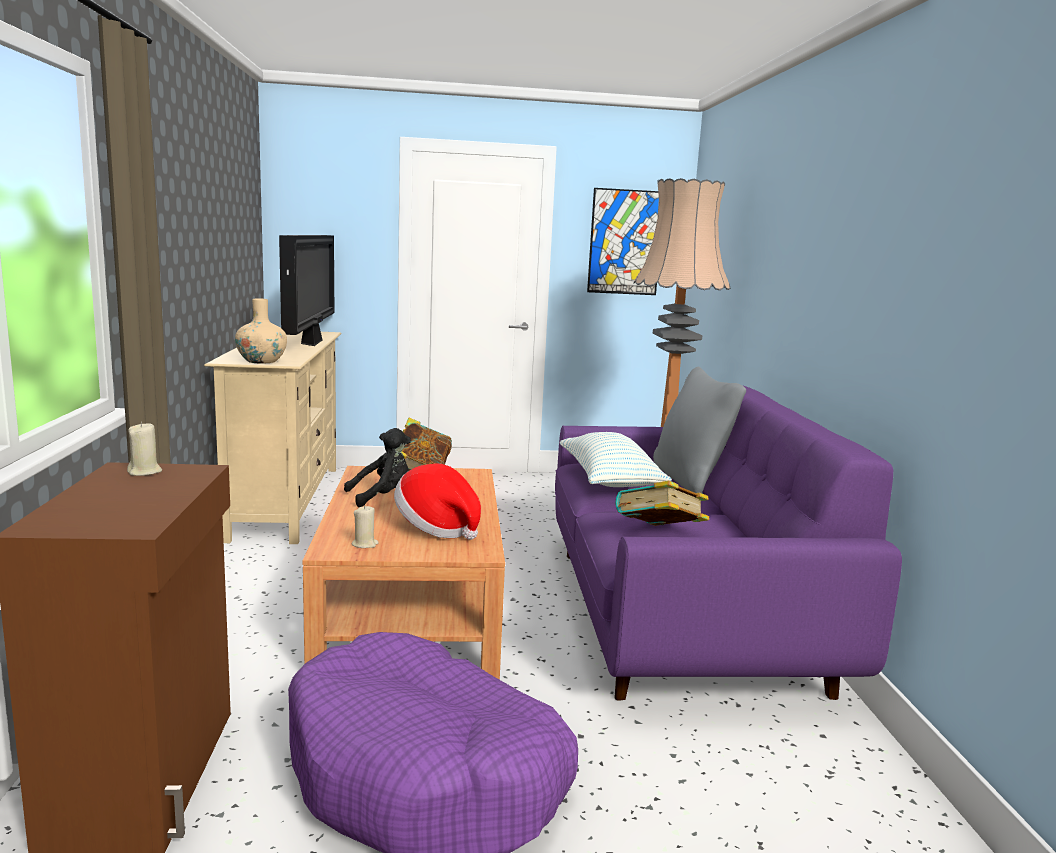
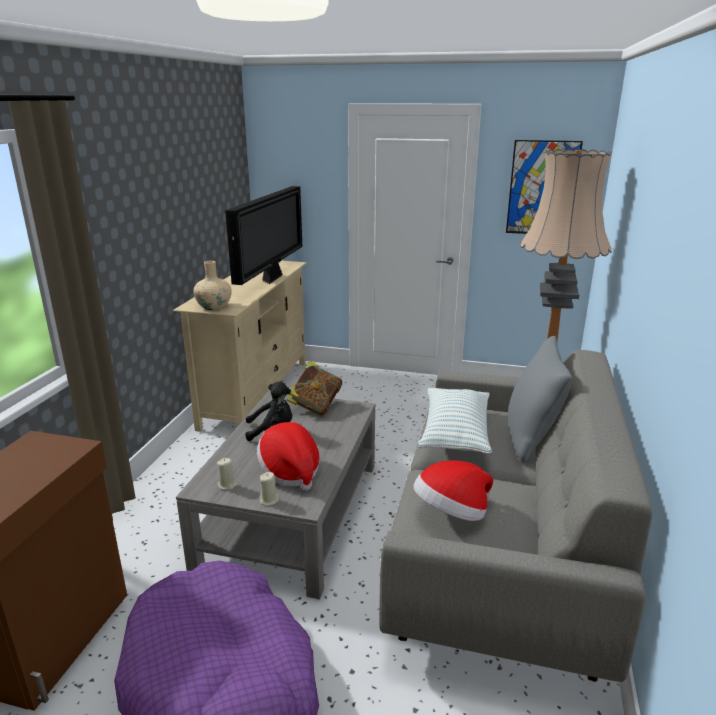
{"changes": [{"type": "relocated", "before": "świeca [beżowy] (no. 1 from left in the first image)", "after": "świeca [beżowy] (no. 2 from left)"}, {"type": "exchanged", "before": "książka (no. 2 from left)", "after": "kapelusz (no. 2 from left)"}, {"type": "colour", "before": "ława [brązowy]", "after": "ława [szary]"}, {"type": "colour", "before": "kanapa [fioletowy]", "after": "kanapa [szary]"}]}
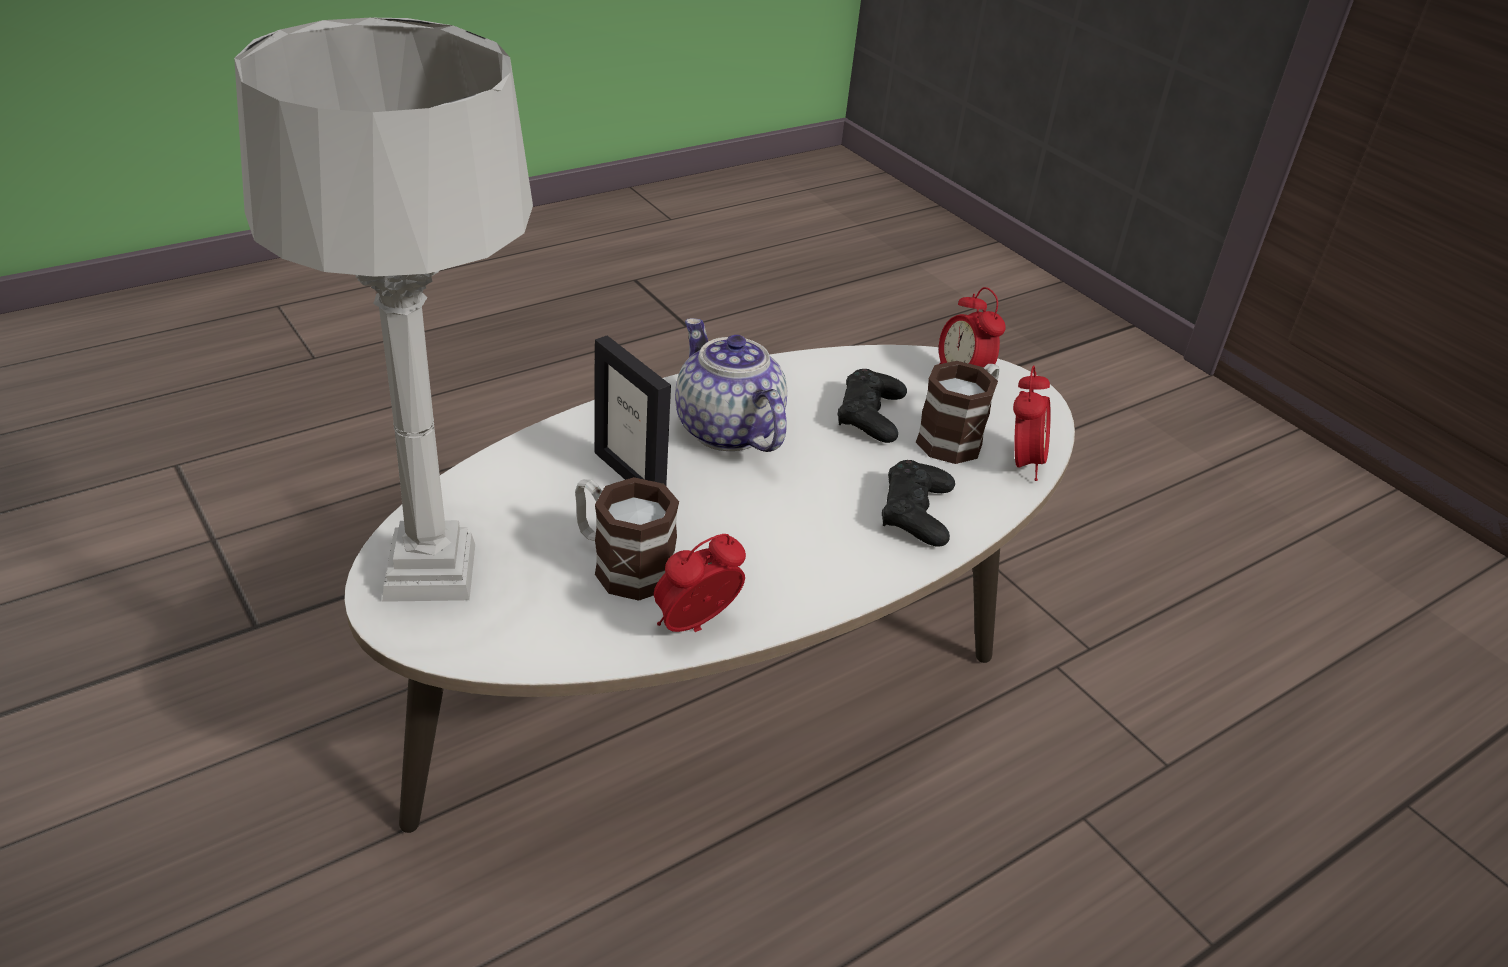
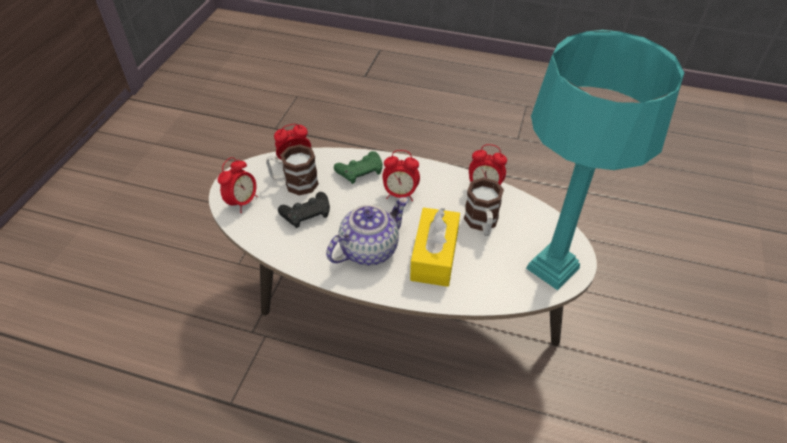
{"changes": [{"type": "appeared", "after": "budzik (no. 3 from left)"}, {"type": "exchanged", "before": "ramka na zdjęcie", "after": "pudełko chusteczek [żółty]"}, {"type": "colour", "before": "lampa stołowa [szary]", "after": "lampa stołowa [turkusowy]"}, {"type": "colour", "before": "pad do gier [czarny] (no. 2 from left)", "after": "pad do gier [zielony]"}, {"type": "spun", "before": "imbryk", "turn": -150}]}
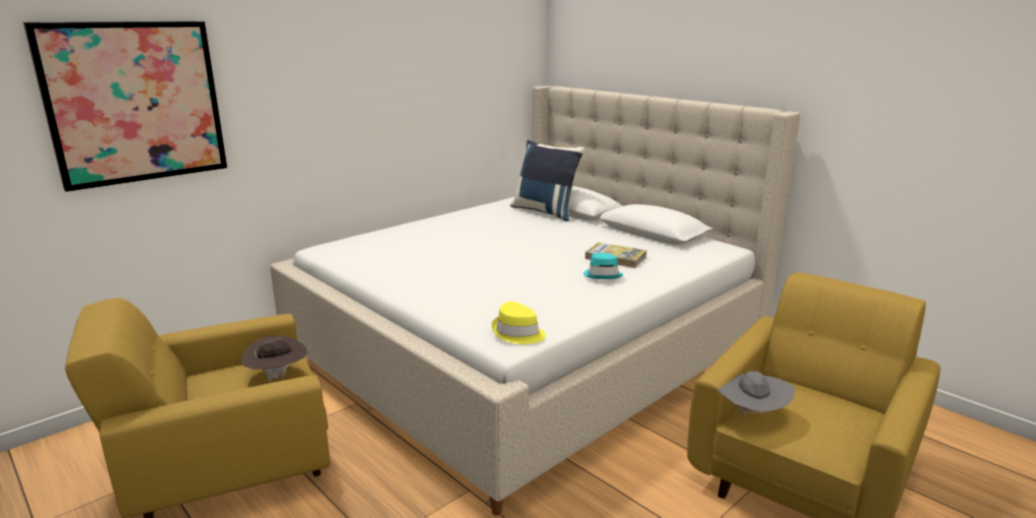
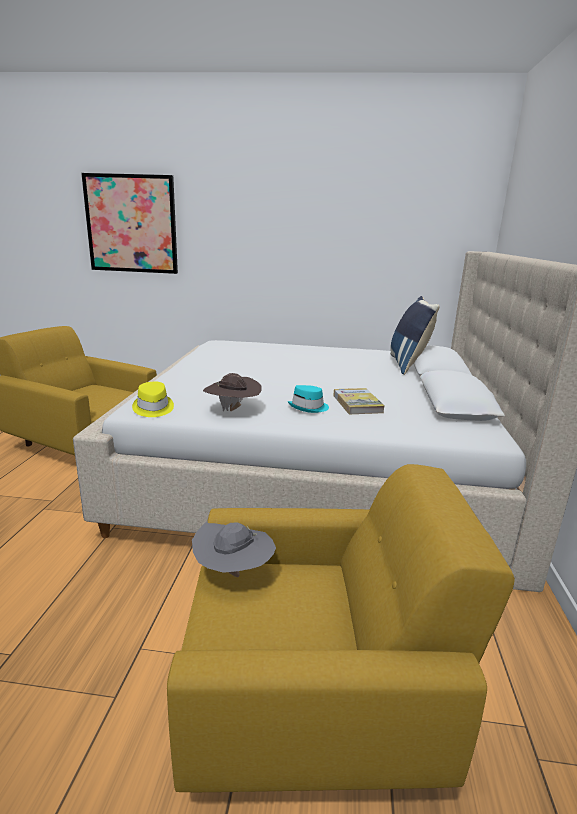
{"changes": [{"type": "relocated", "before": "kapelusz [brązowy]"}]}
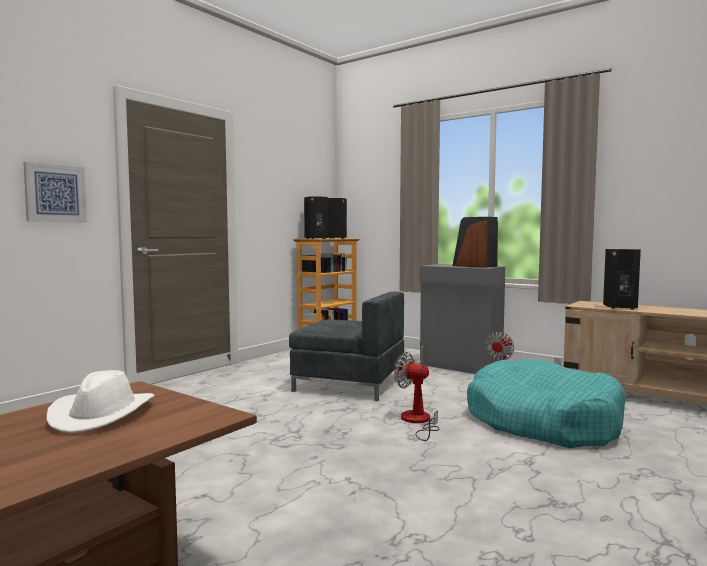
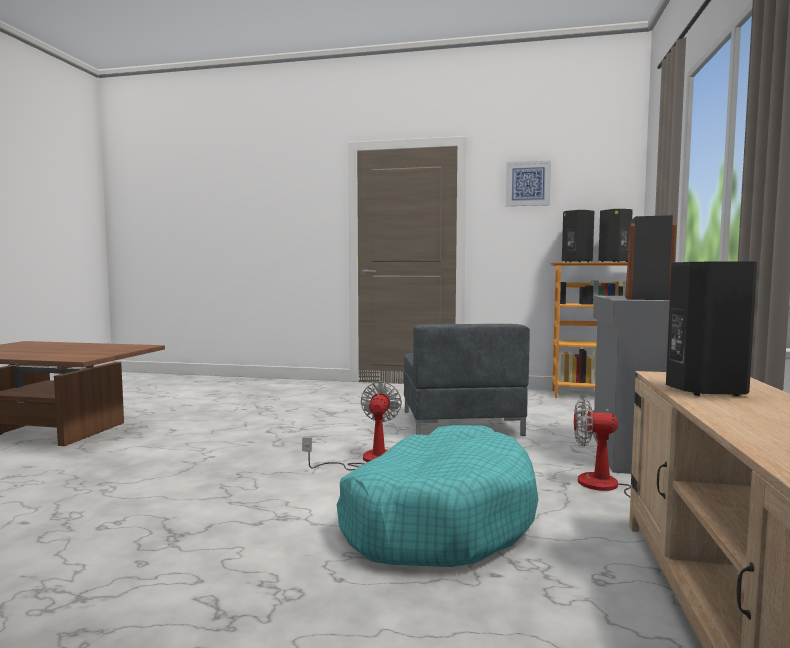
{"changes": [{"type": "missing", "before": "kapelusz [biały]"}, {"type": "relocated", "before": "obraz"}]}
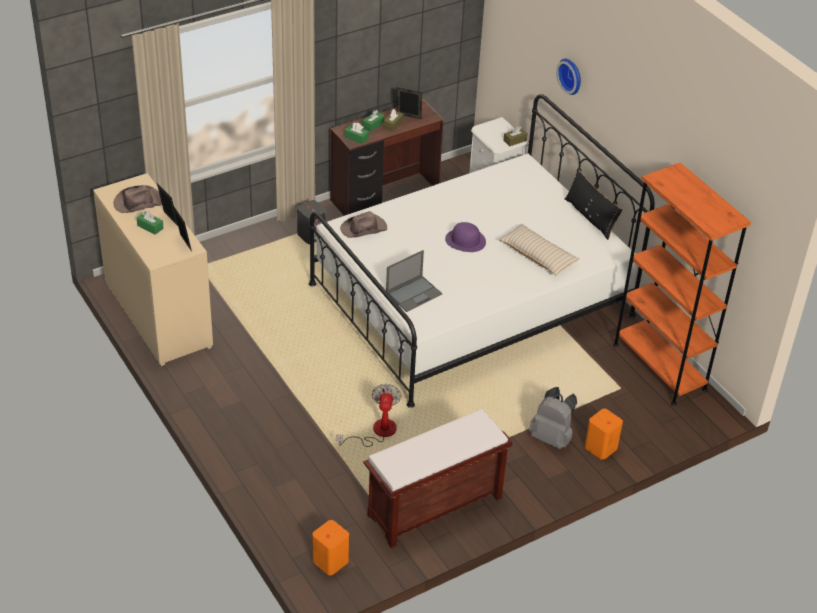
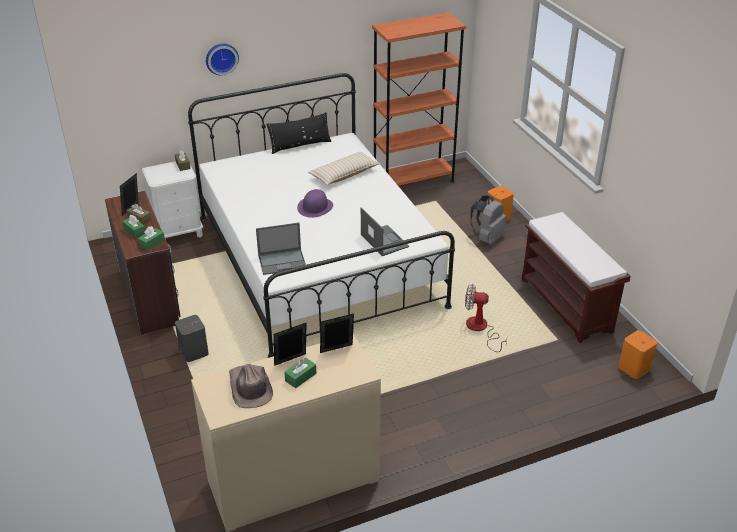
{"changes": [{"type": "exchanged", "before": "kapelusz [brązowy] (no. 2 from left)", "after": "laptop (no. 1 from left)"}]}
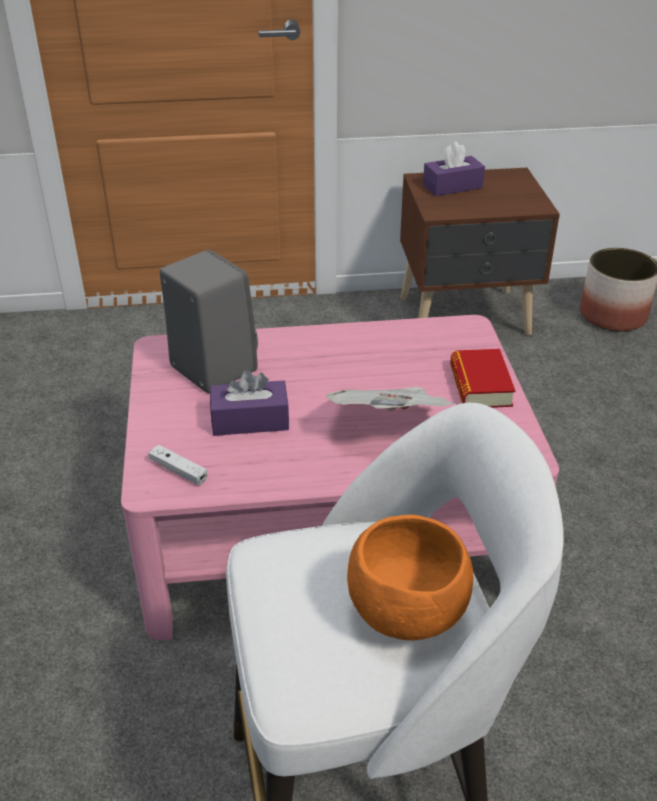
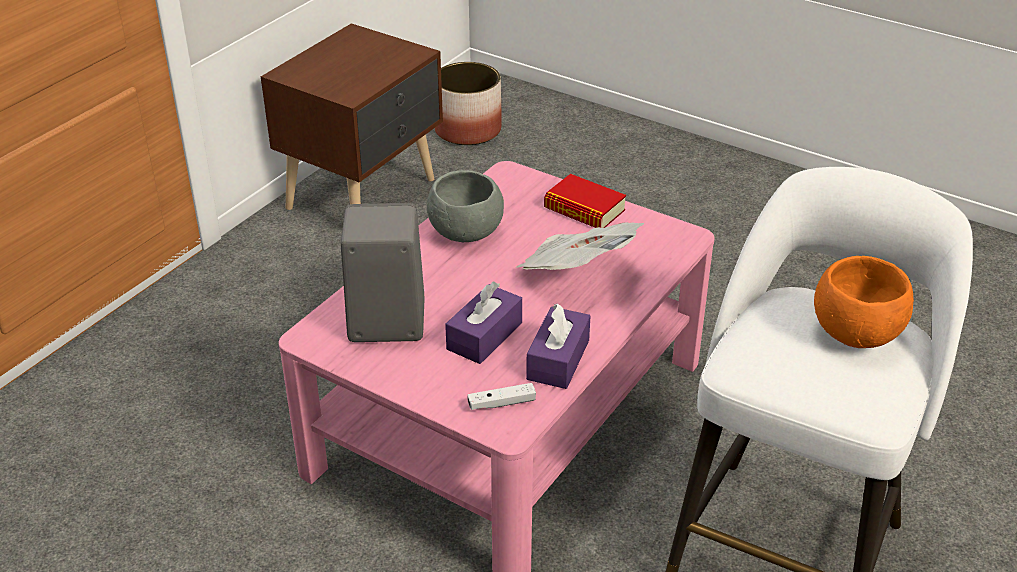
{"changes": [{"type": "appeared", "after": "miska [szary]"}, {"type": "relocated", "before": "pudełko chusteczek [fioletowy] (no. 2 from left)"}]}
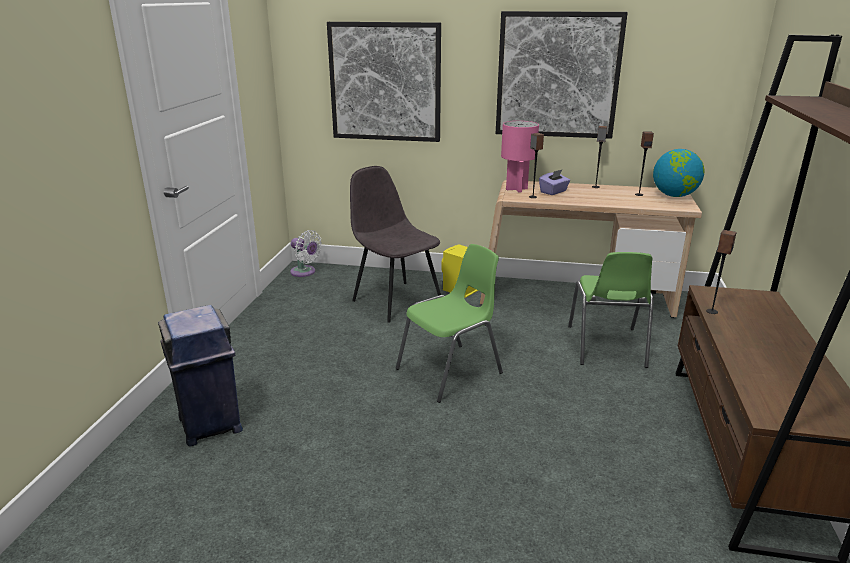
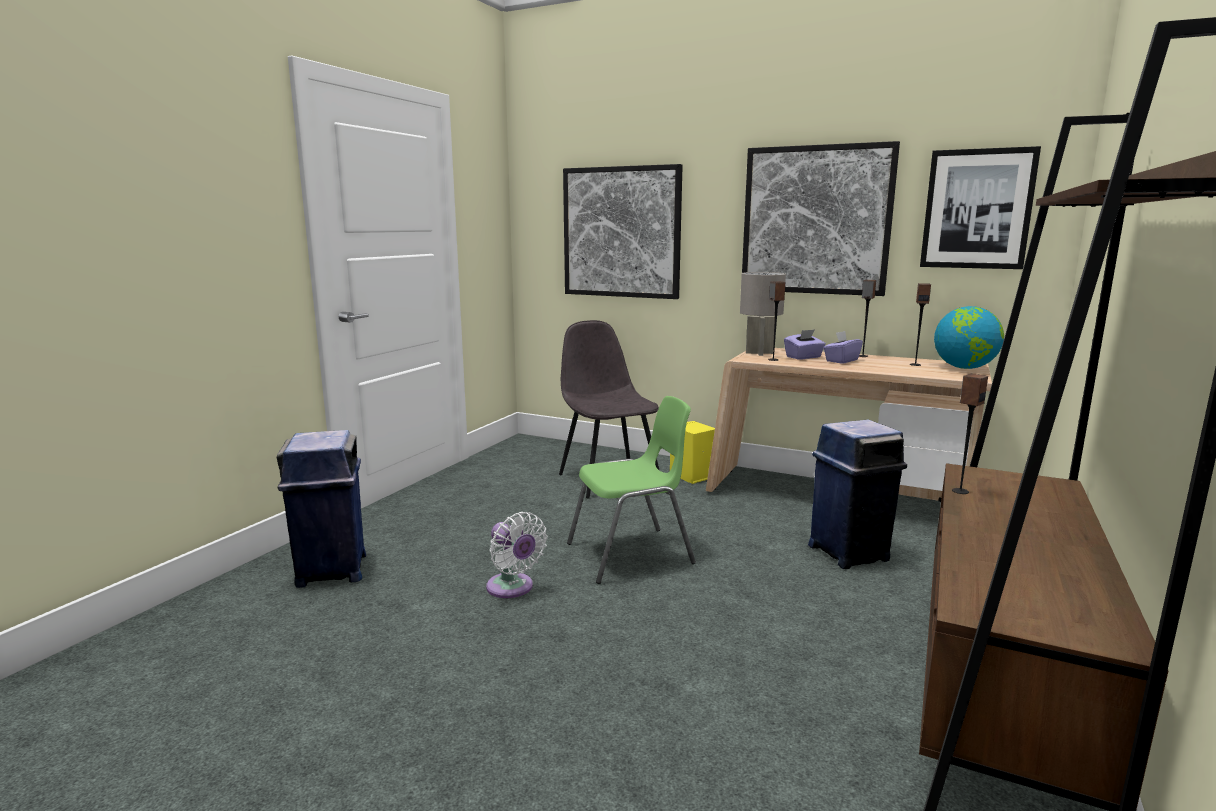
{"changes": [{"type": "appeared", "after": "pudełko chusteczek [fioletowy] (no. 2 from left)"}, {"type": "appeared", "after": "obraz (no. 3 from left)"}, {"type": "relocated", "before": "wentylator [biały]"}, {"type": "exchanged", "before": "krzesło [zielony] (no. 2 from left)", "after": "kosz na śmieci [niebieski] (no. 2 from left)"}, {"type": "colour", "before": "lampa stołowa [różowy]", "after": "lampa stołowa [szary]"}]}
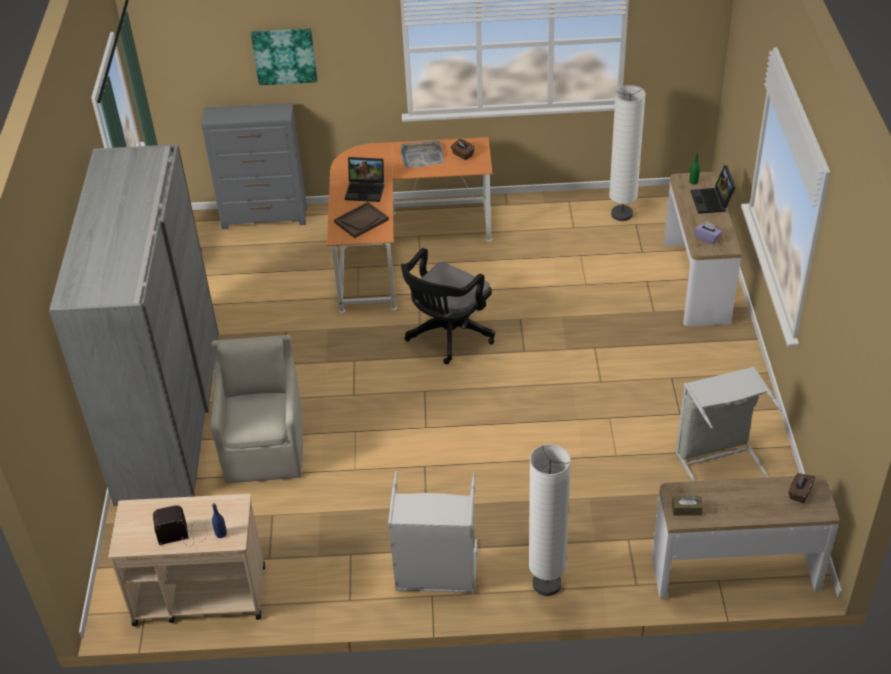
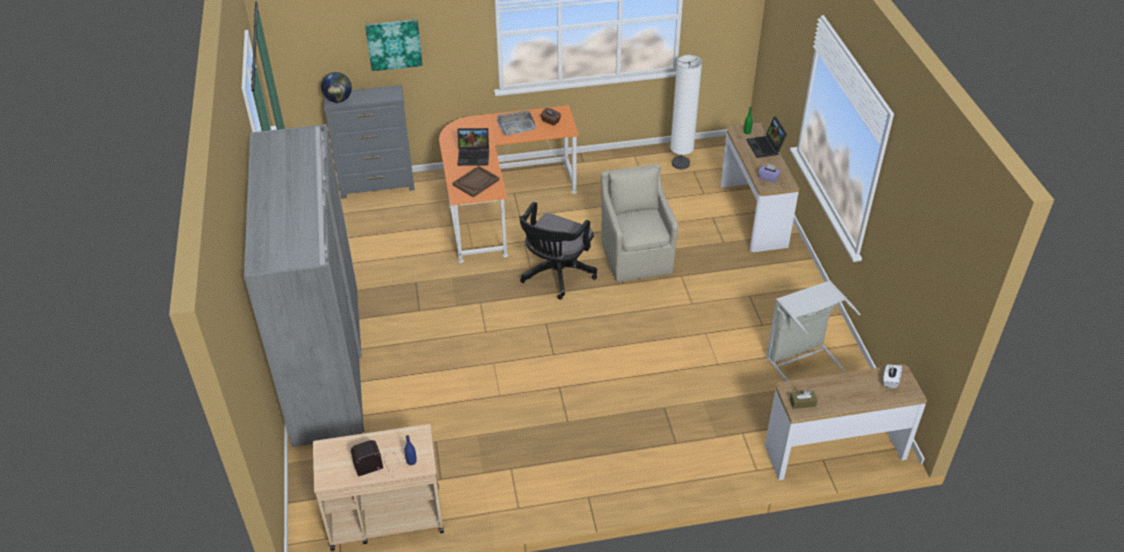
{"changes": [{"type": "missing", "before": "kosz na pranie [szary] (no. 1 from left)"}, {"type": "missing", "before": "lampa stojąca [biały] (no. 1 from left)"}, {"type": "appeared", "after": "globus"}, {"type": "relocated", "before": "fotel [beżowy]"}, {"type": "colour", "before": "pudełko chusteczek [brązowy] (no. 3 from left)", "after": "pudełko chusteczek [biały]"}]}
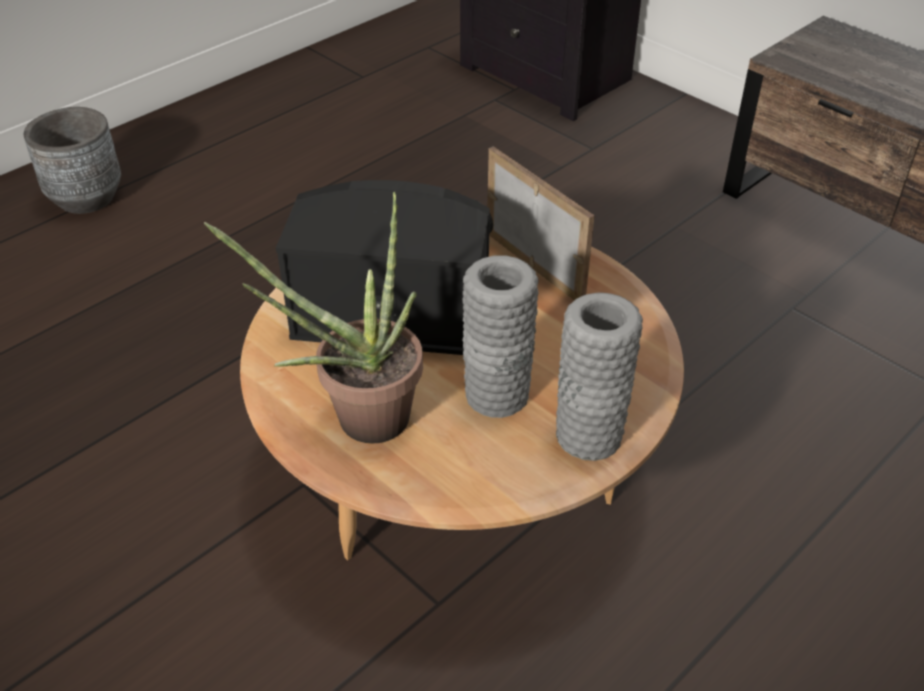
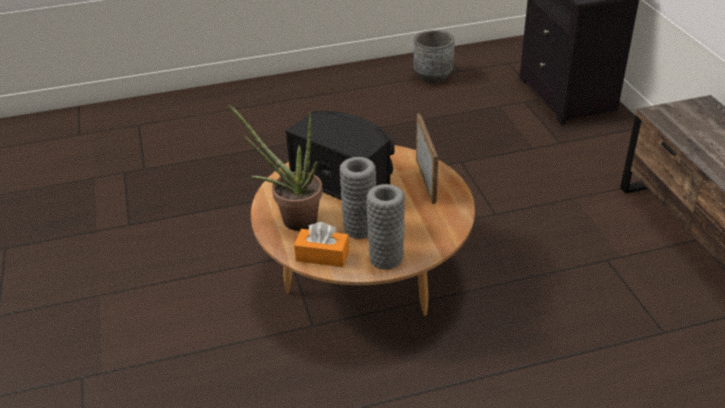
{"changes": [{"type": "appeared", "after": "pudełko chusteczek [pomarańczowy]"}, {"type": "relocated", "before": "donica [szary]"}]}
